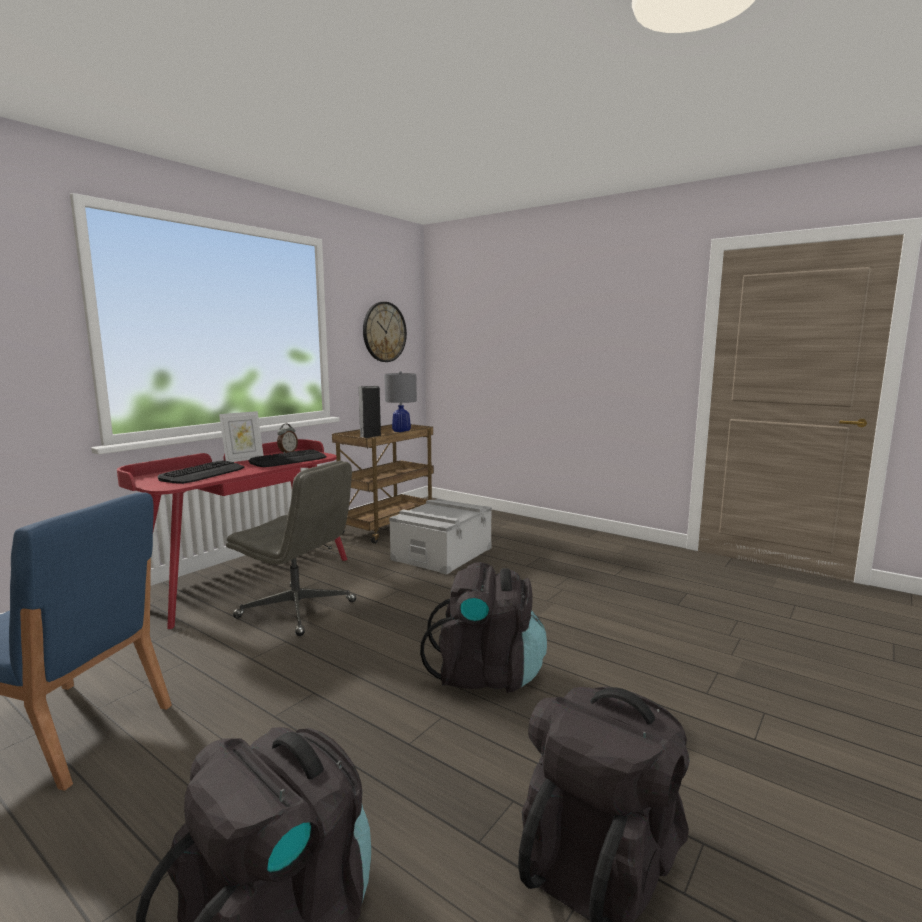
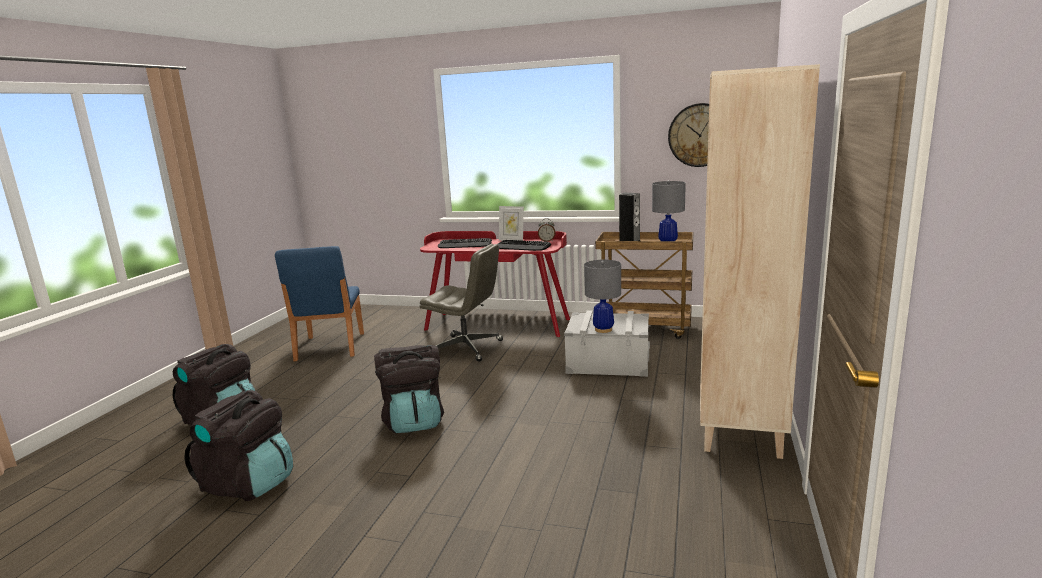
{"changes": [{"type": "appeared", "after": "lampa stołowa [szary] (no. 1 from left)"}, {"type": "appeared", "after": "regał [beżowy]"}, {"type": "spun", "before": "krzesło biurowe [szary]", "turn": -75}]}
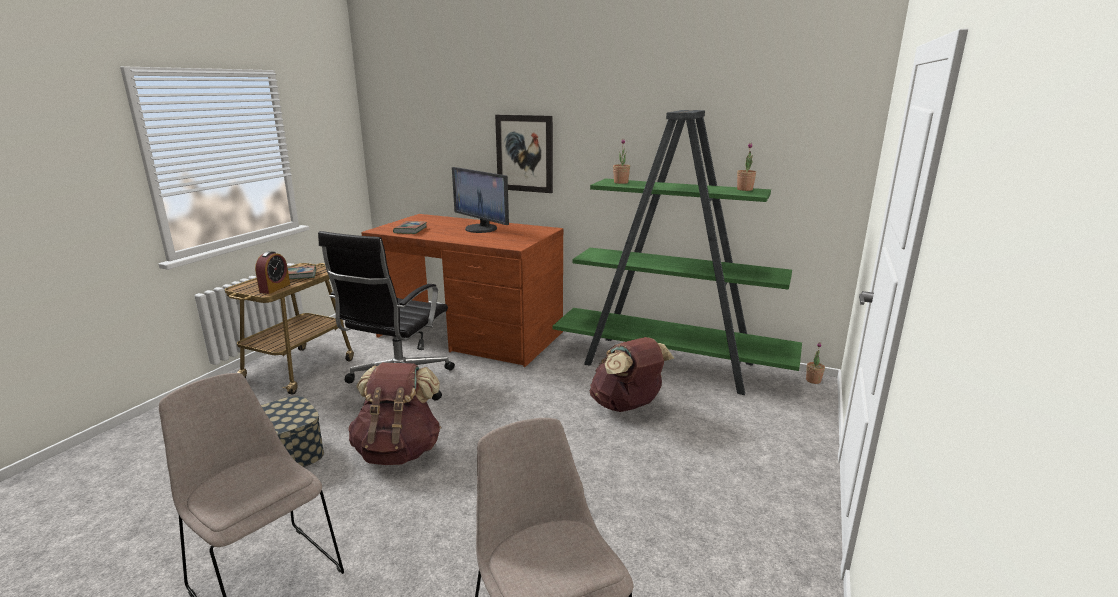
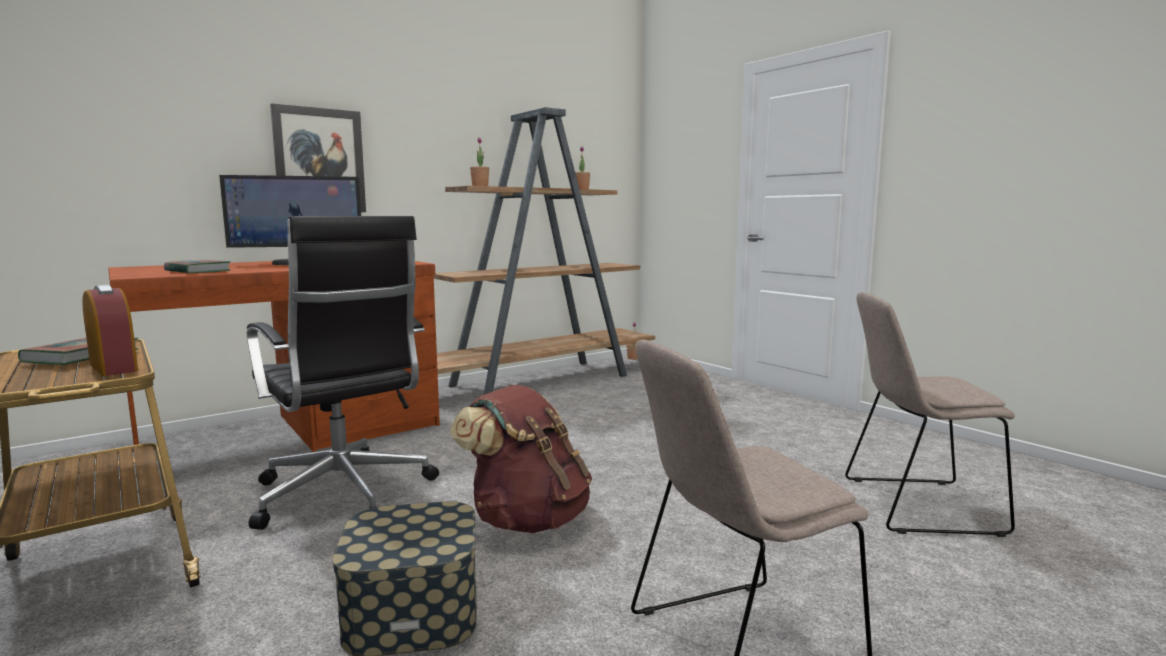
{"changes": [{"type": "missing", "before": "plecak [brązowy] (no. 2 from left)"}, {"type": "colour", "before": "regał [zielony]", "after": "regał [brązowy]"}]}
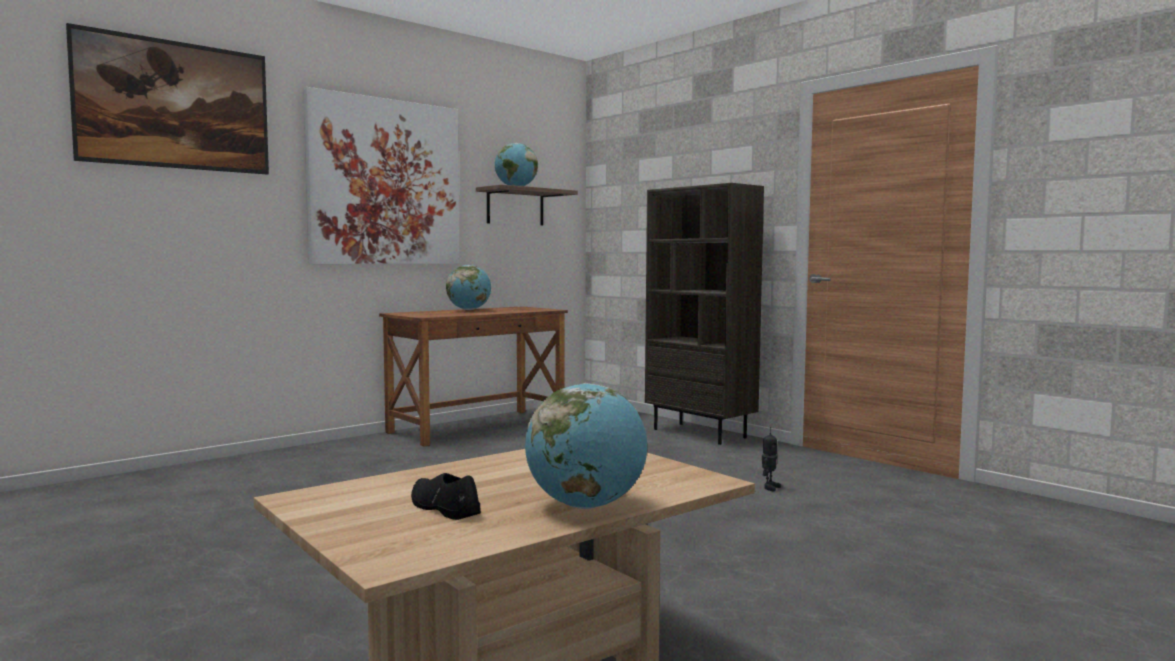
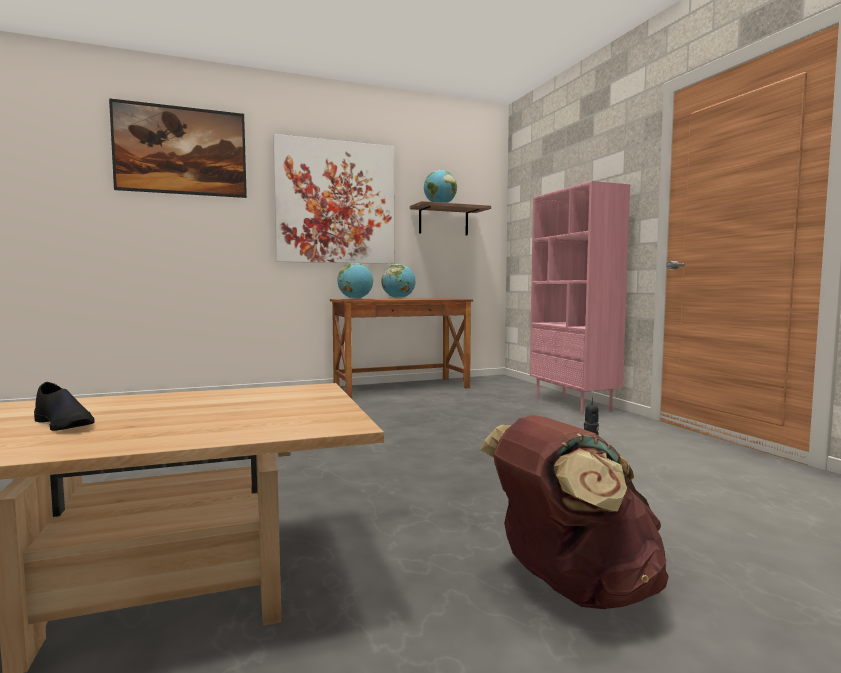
{"changes": [{"type": "appeared", "after": "plecak [brązowy]"}, {"type": "relocated", "before": "globus (no. 3 from left in the first image)", "after": "globus (no. 1 from left)"}, {"type": "colour", "before": "regał [brązowy]", "after": "regał [różowy]"}, {"type": "spun", "before": "but [czarny]", "turn": 150}]}
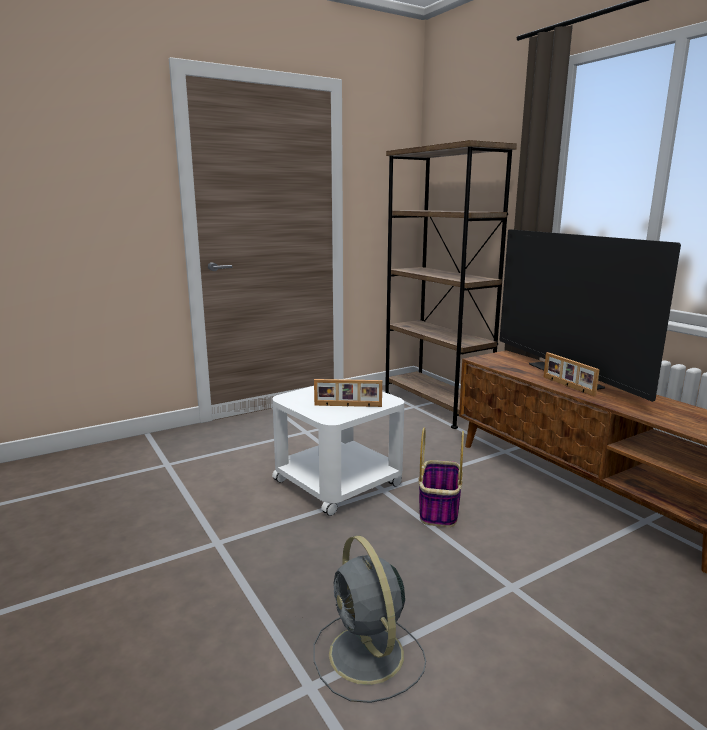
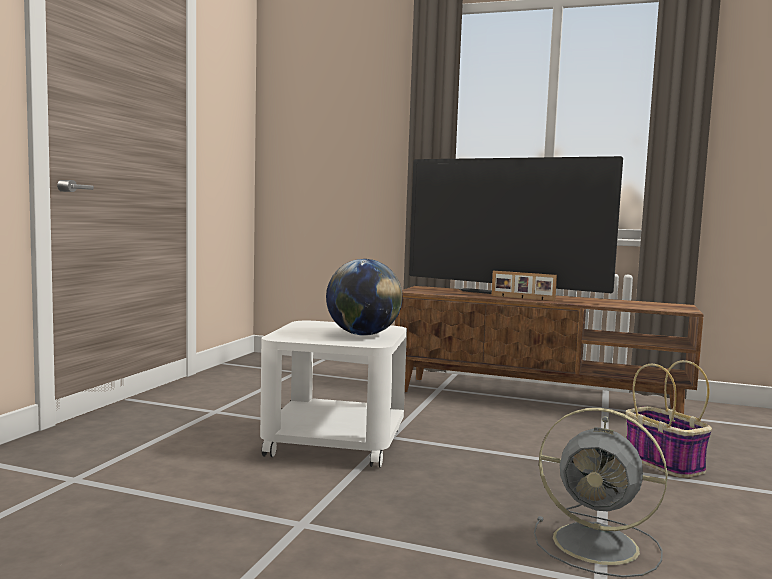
{"changes": [{"type": "missing", "before": "regał [brązowy]"}, {"type": "relocated", "before": "koszyk"}, {"type": "exchanged", "before": "ramka na zdjęcie (no. 1 from left)", "after": "globus"}]}
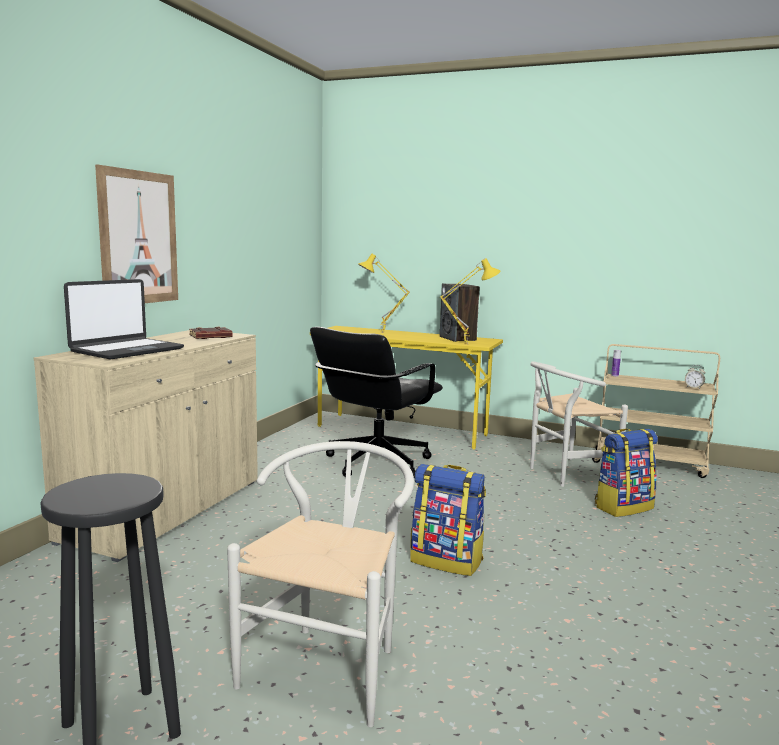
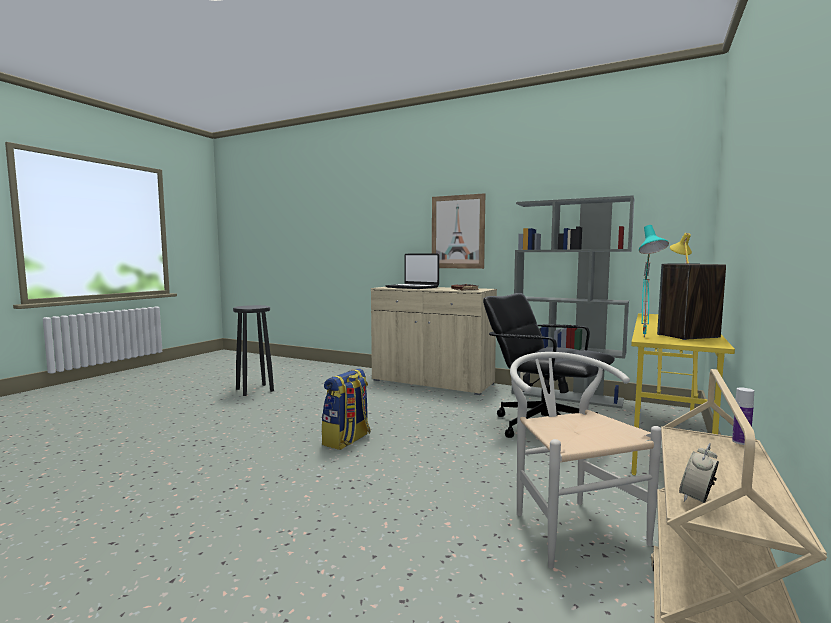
{"changes": [{"type": "missing", "before": "krzesło [biały] (no. 1 from left)"}, {"type": "missing", "before": "plecak (no. 2 from left)"}, {"type": "appeared", "after": "regał [szary]"}, {"type": "colour", "before": "lampa stołowa [żółty] (no. 2 from left)", "after": "lampa stołowa [turkusowy]"}]}
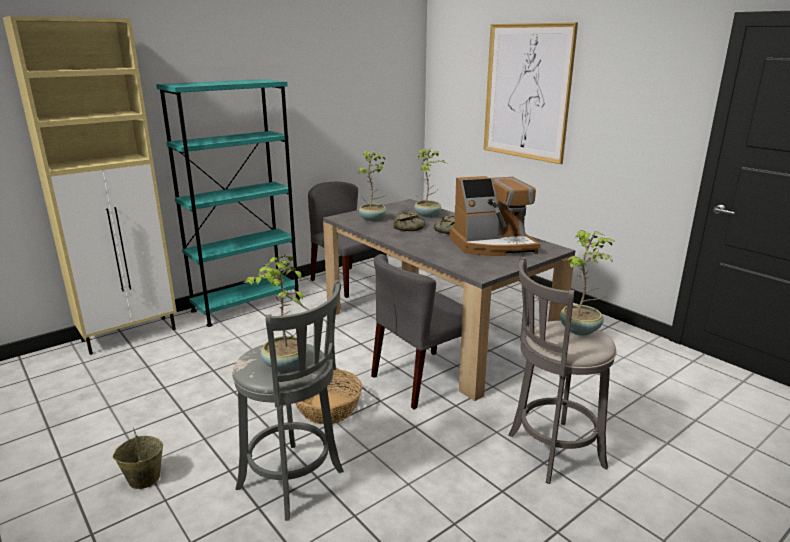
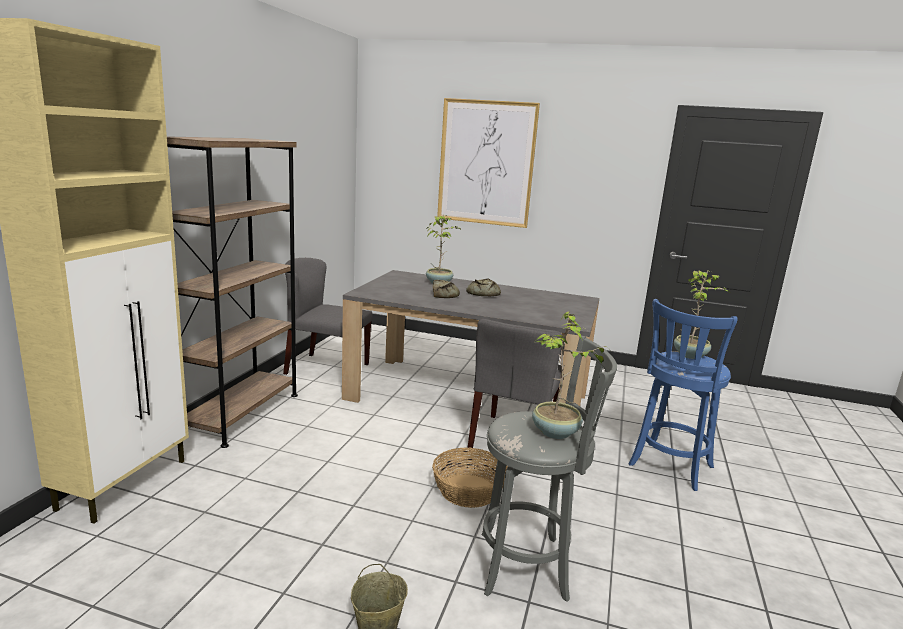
{"changes": [{"type": "missing", "before": "roślina doniczkowa (no. 2 from left)"}, {"type": "missing", "before": "ekspres do kawy"}, {"type": "colour", "before": "regał [turkusowy]", "after": "regał [brązowy]"}, {"type": "colour", "before": "stołek [szary] (no. 2 from left)", "after": "stołek [niebieski]"}]}
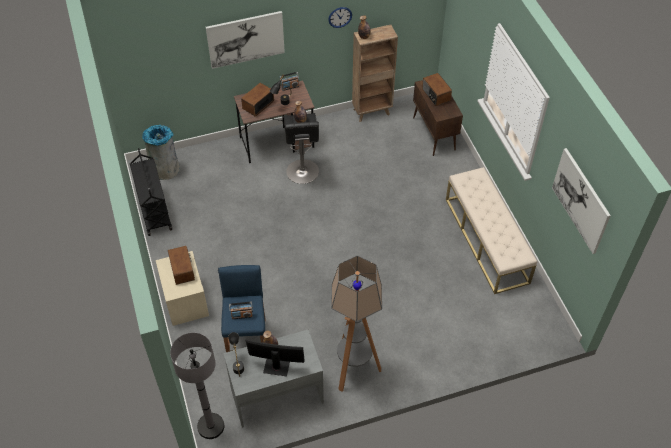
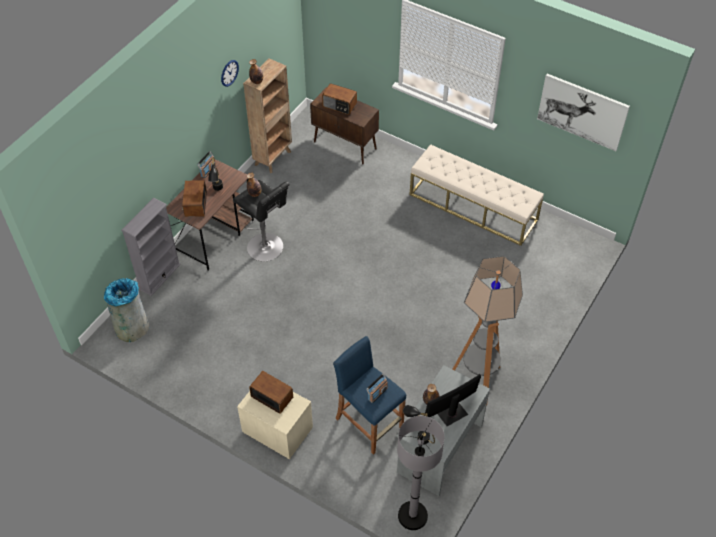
{"changes": [{"type": "missing", "before": "wózek [czarny]"}, {"type": "missing", "before": "obraz (no. 1 from left)"}, {"type": "appeared", "after": "regał [szary]"}]}
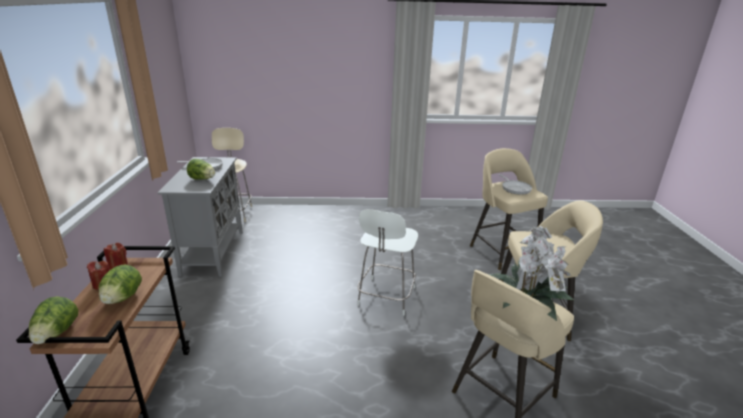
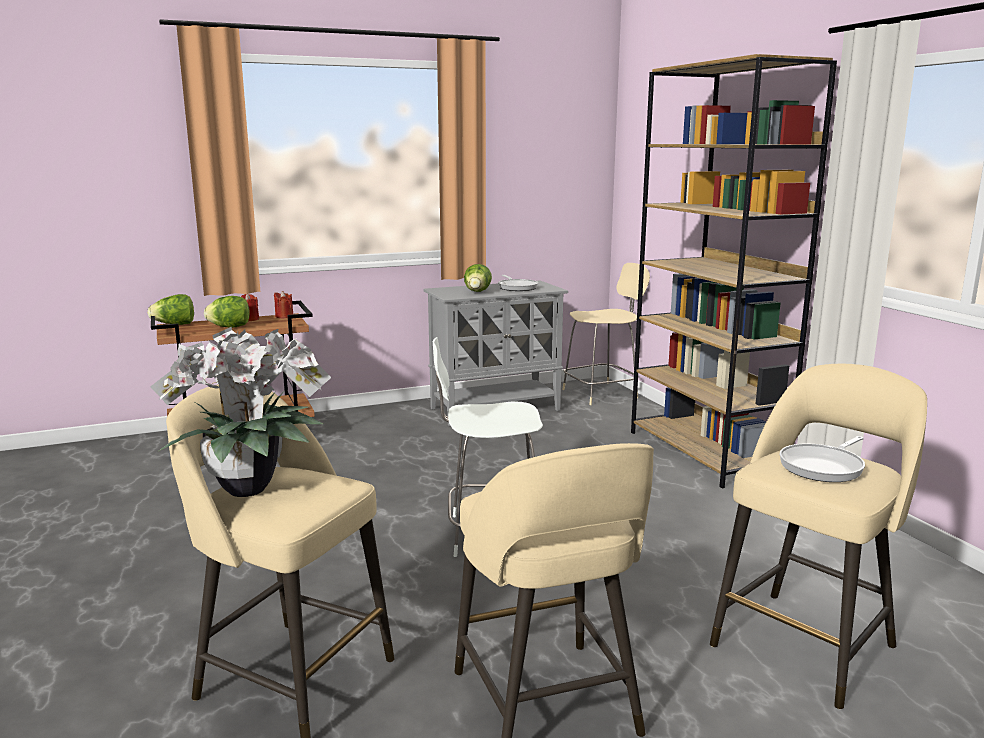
{"changes": [{"type": "appeared", "after": "regał [brązowy]"}]}
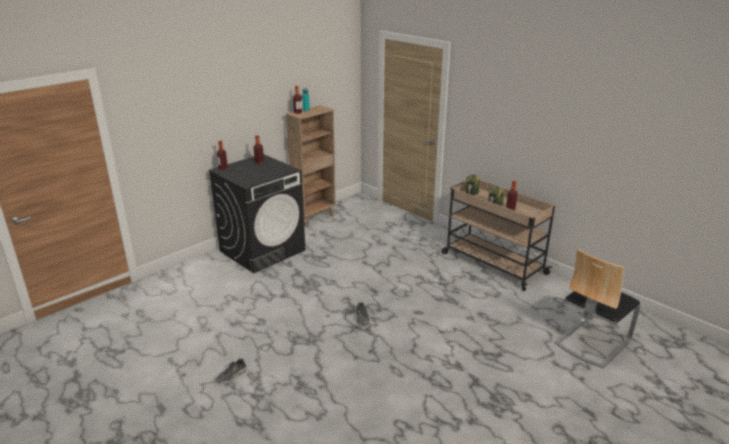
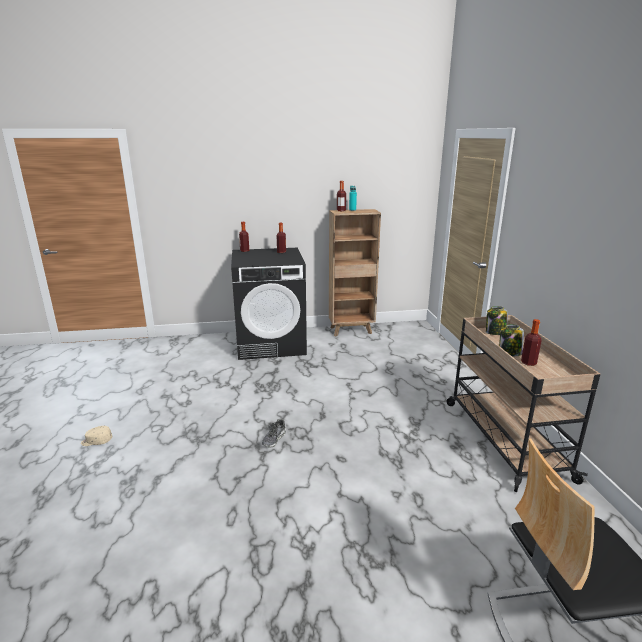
{"changes": [{"type": "exchanged", "before": "but (no. 1 from left)", "after": "czapka z daszkiem [beżowy]"}]}
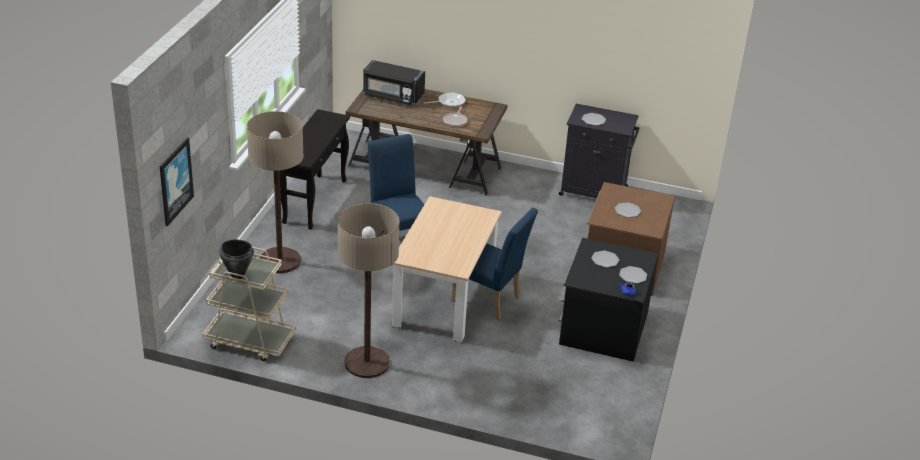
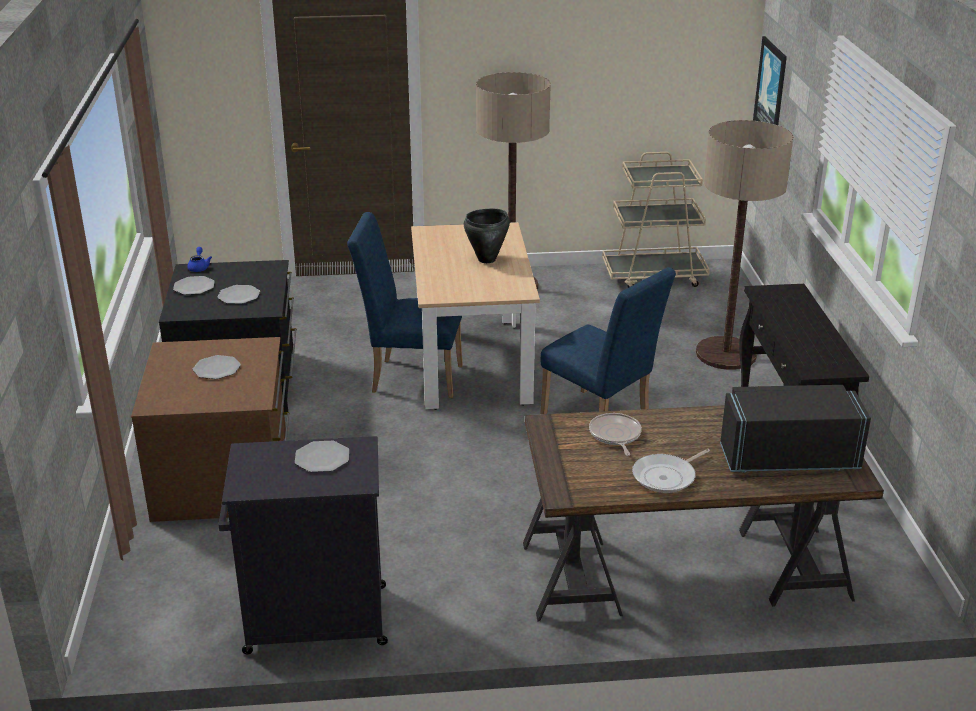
{"changes": [{"type": "relocated", "before": "garnek [czarny]"}]}
